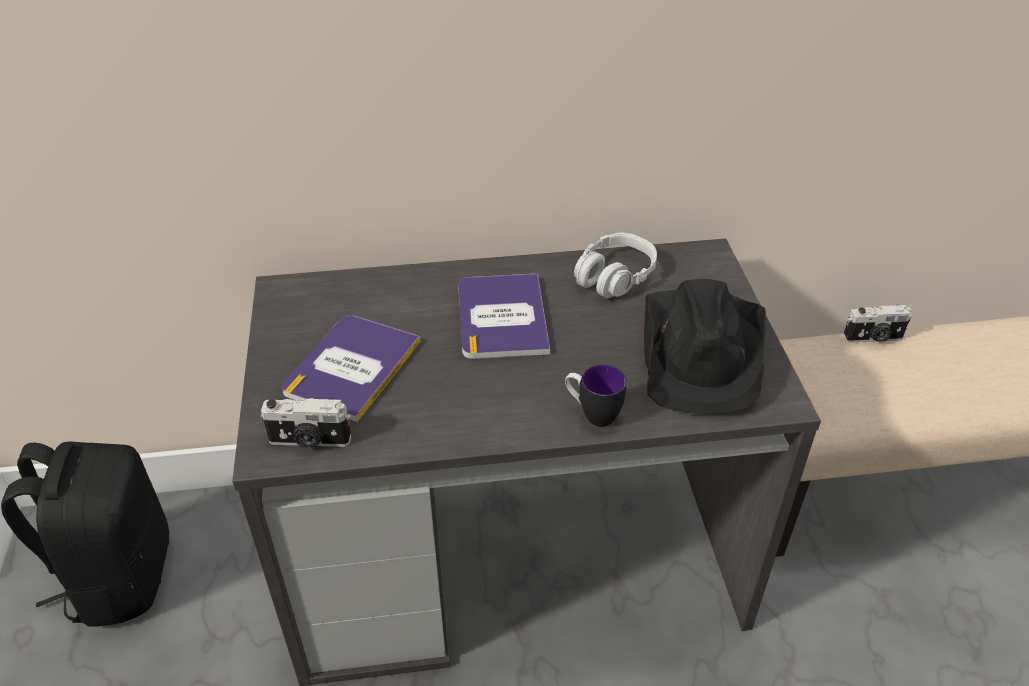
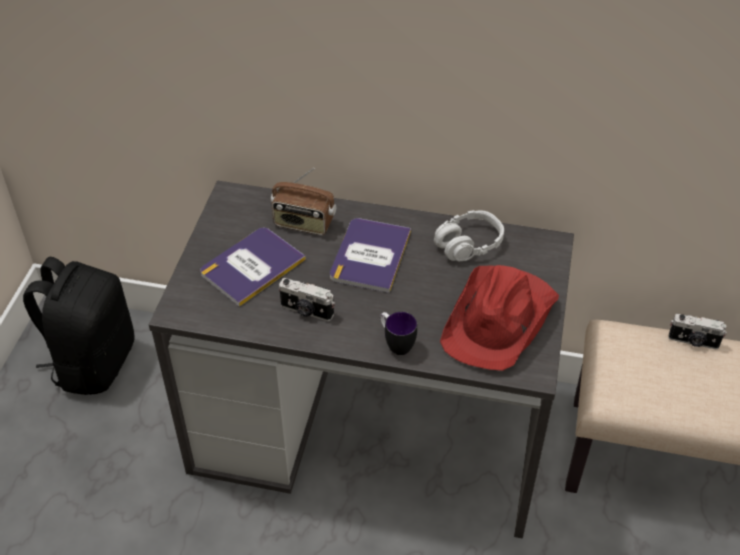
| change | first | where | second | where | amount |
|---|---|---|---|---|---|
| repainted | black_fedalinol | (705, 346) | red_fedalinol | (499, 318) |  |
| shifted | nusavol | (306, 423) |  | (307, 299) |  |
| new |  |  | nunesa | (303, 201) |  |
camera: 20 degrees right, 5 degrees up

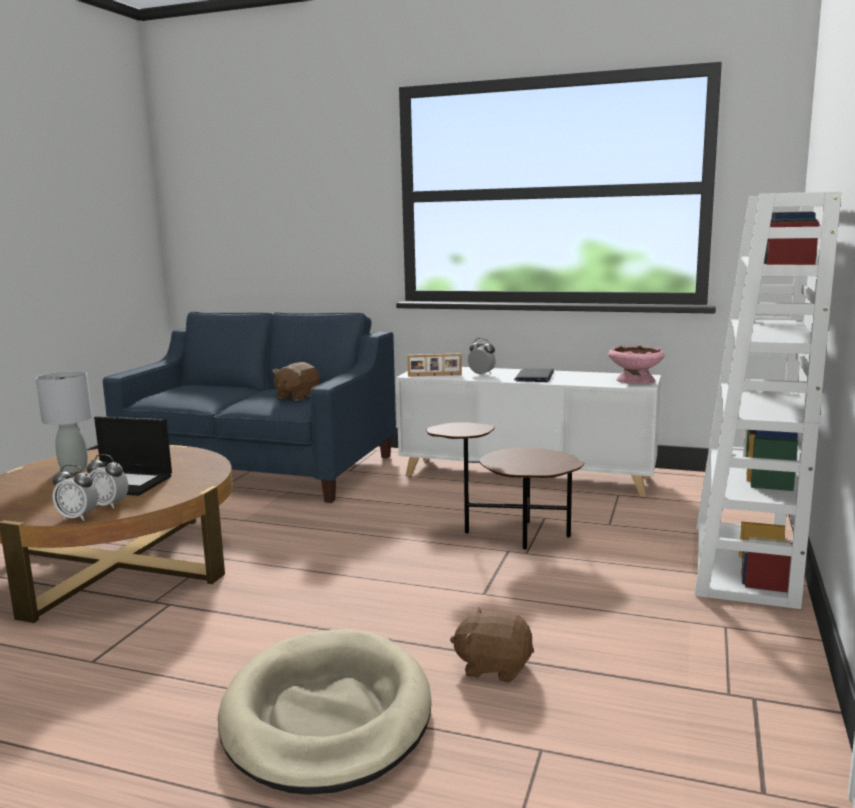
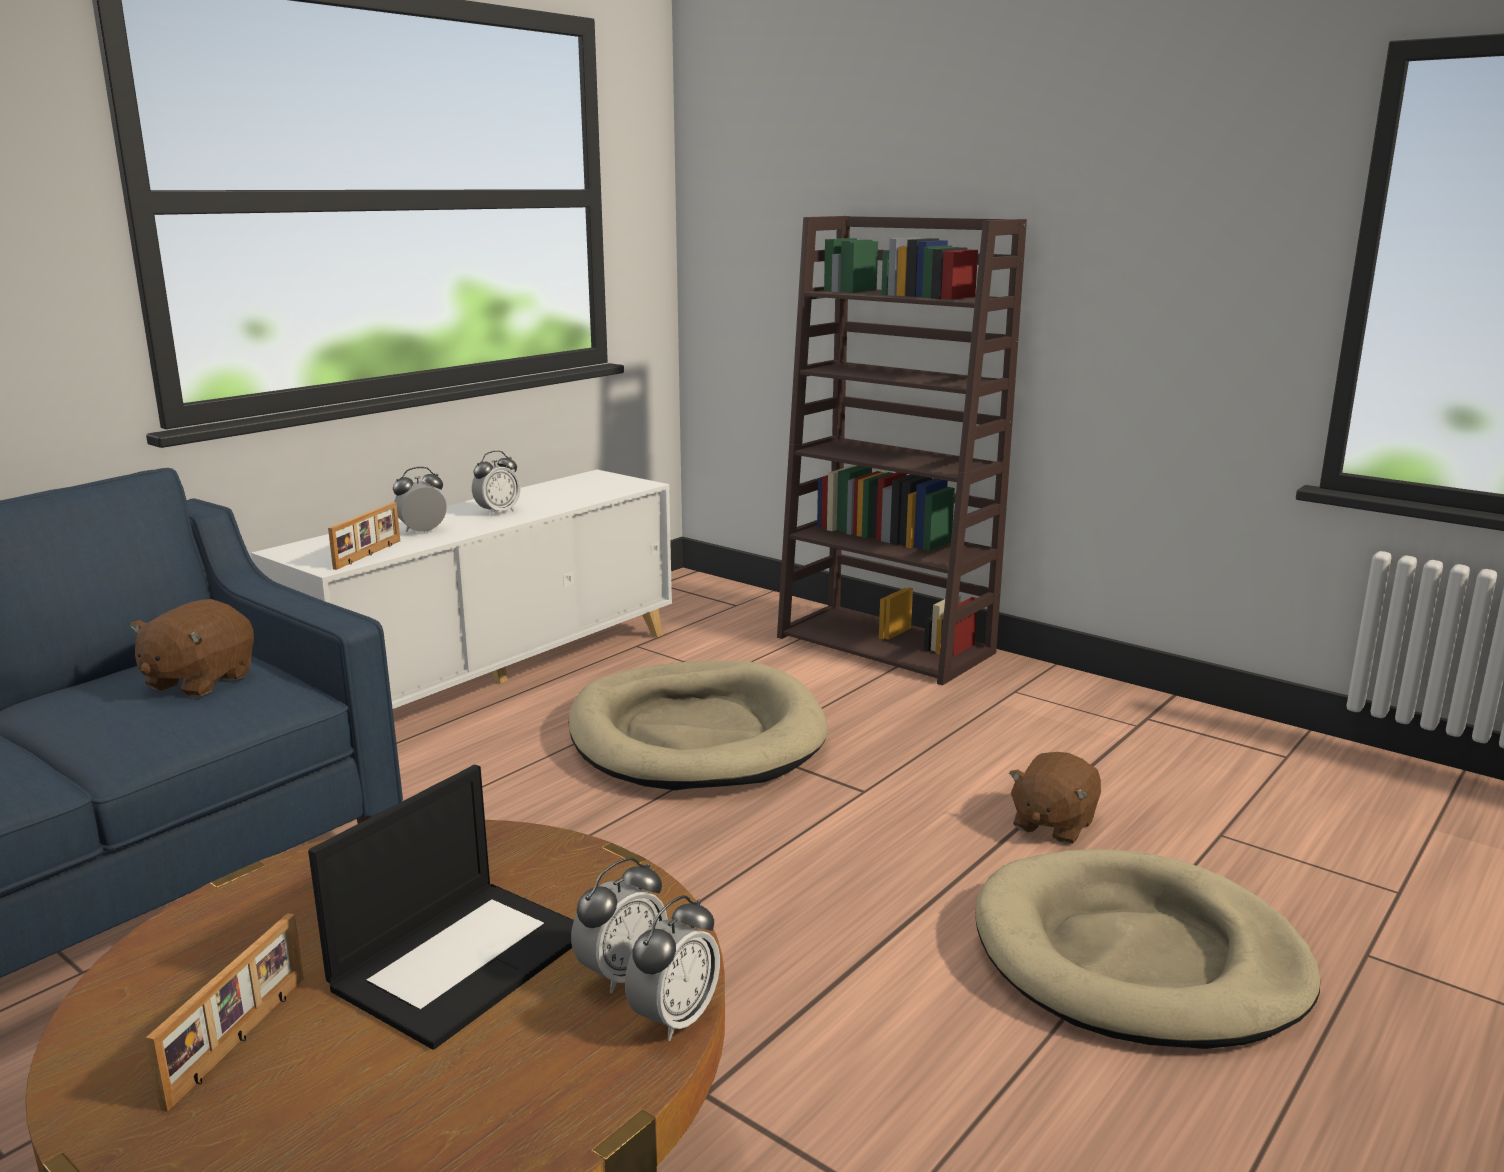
| change | first | where | second | where | amount |
|---|---|---|---|---|---|
| repainted | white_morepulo | (768, 400) | brown_morepulo | (902, 451) |  |
| gone | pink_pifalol | (636, 364) |  |  |  |
| rotated | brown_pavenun | (296, 381) |  | (192, 648) | 60 degrees clockwise |
| swapped | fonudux | (534, 375) | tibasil | (496, 483) |  |
| swapped | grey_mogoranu | (64, 422) | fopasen | (225, 1012) |  |
| swapped | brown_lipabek | (505, 485) | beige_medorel | (698, 725) |  |
camera: 70 degrees left, 5 degrees up

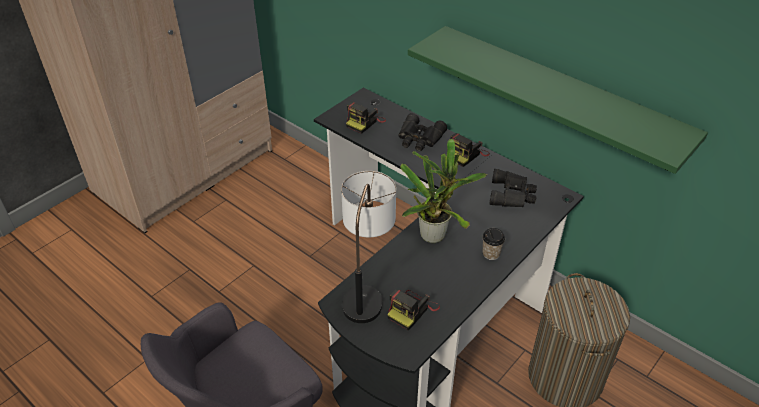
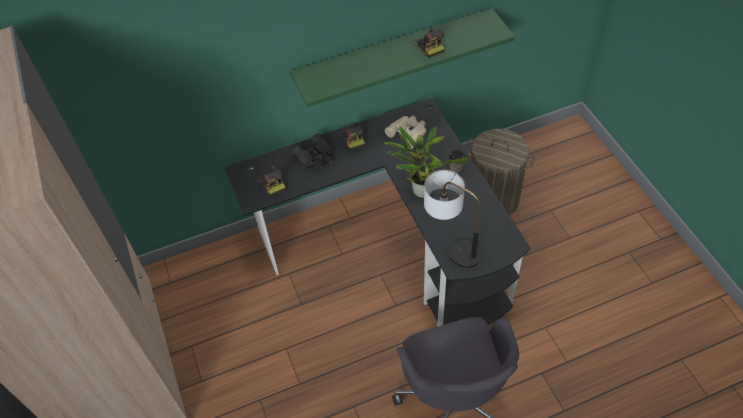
| change | first | where | second | where | amount |
|---|---|---|---|---|---|
| repainted | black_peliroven | (513, 188) | beige_peliroven | (405, 132) |  |
| shifted | nusavol | (413, 309) |  | (428, 43) |  |
camera: 60 degrees left, 10 degrees up

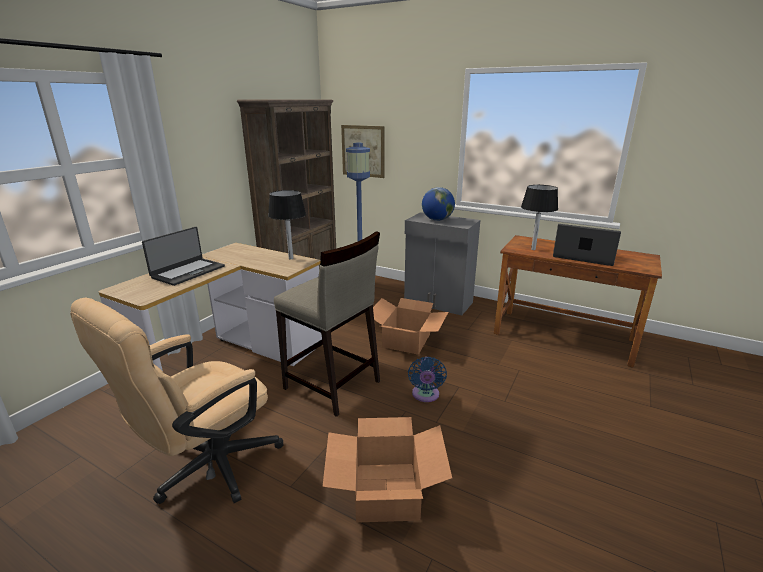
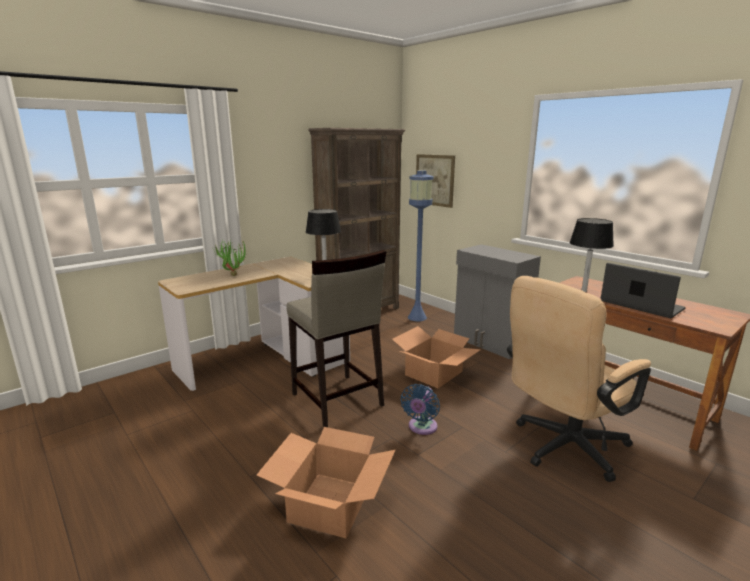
| change | first | where | second | where | amount |
|---|---|---|---|---|---|
| gone | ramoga | (438, 204) |  |  |  |
| swapped | fonudux | (183, 256) | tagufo | (230, 258) |  |
| shifted | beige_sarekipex | (176, 401) |  | (579, 379) |  |
camera: 20 degrees right, 5 degrees down

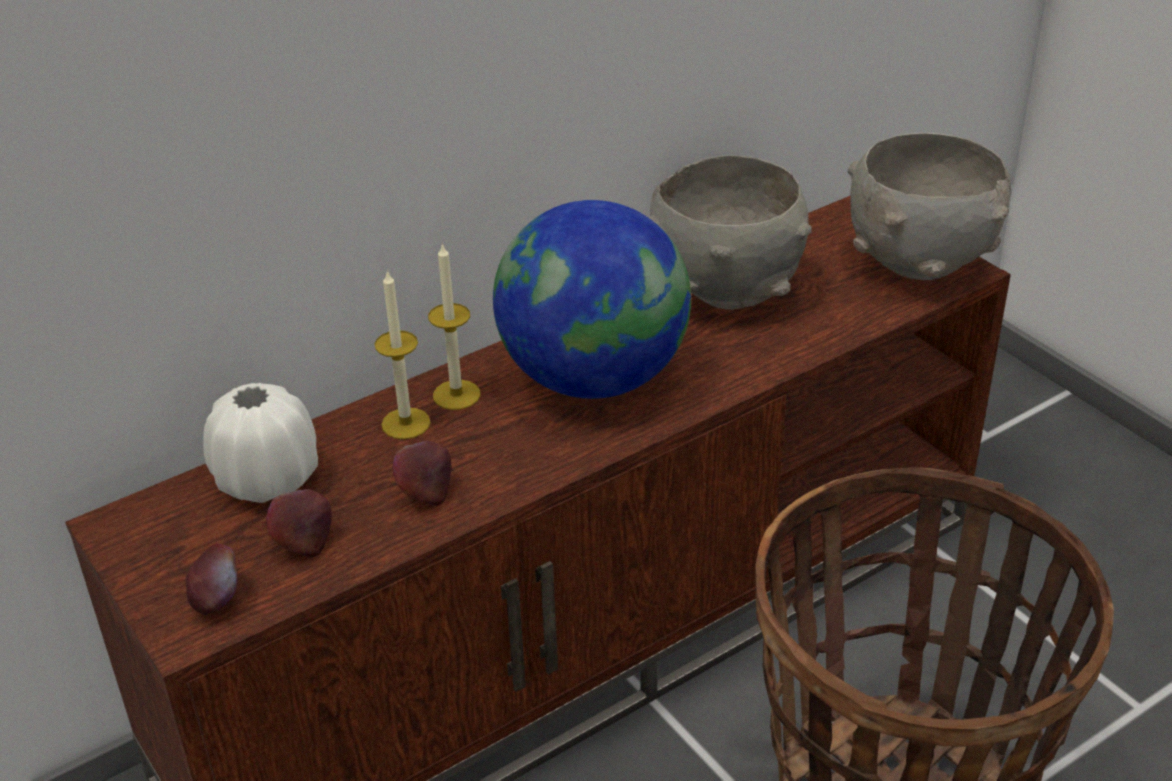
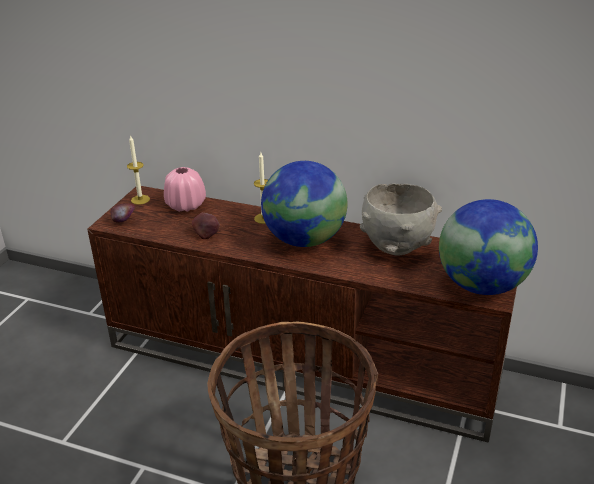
| change | first | where | second | where | amount |
|---|---|---|---|---|---|
| swapped | grey_pifalol | (929, 206) | ramoga | (488, 247) |  |
| shifted | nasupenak | (403, 354) |  | (138, 170) |  |
| repainted | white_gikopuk | (260, 443) | pink_gikopuk | (185, 189) |  |
| gone | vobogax | (299, 523) |  |  |  |
camera: 55 degrees right, 5 degrees down

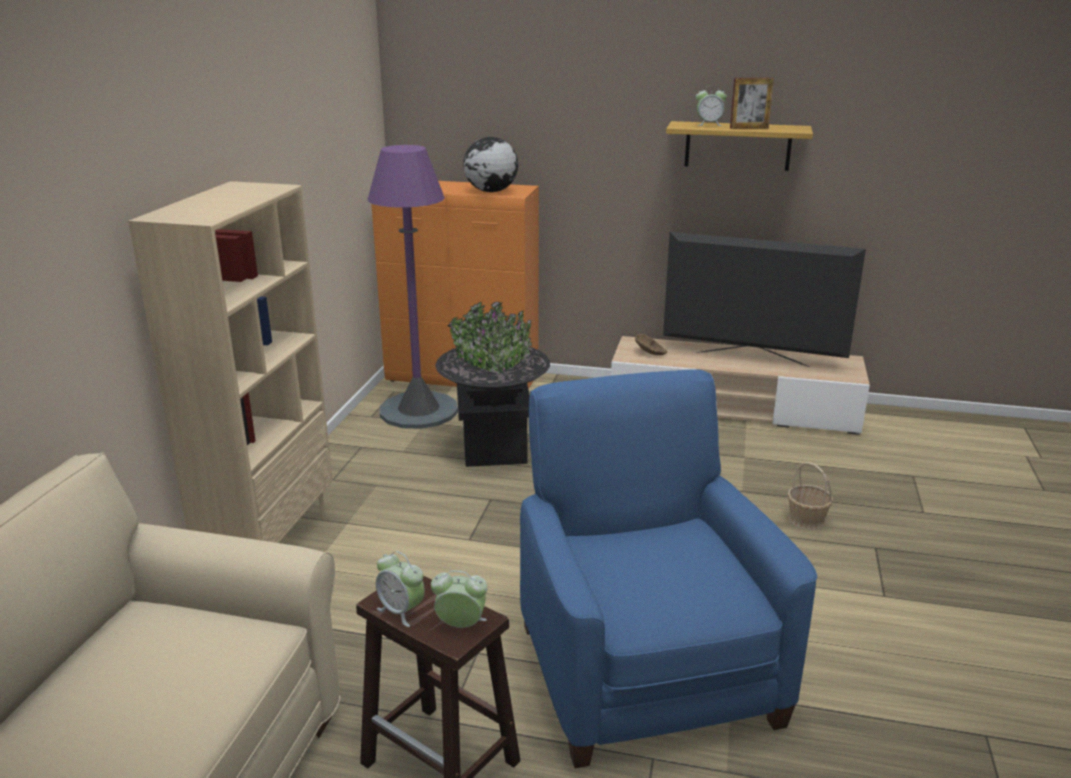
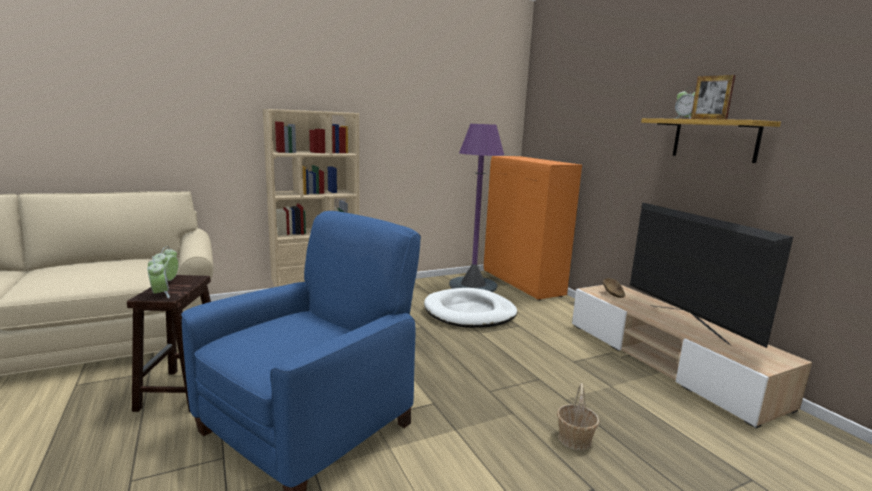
| change | first | where | second | where | amount |
|---|---|---|---|---|---|
| gone | ramoga | (490, 164) |  |  |  |
| swapped | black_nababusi | (492, 384) | white_medorel | (470, 308) |  |
camera: 50 degrees right, 10 degrees down

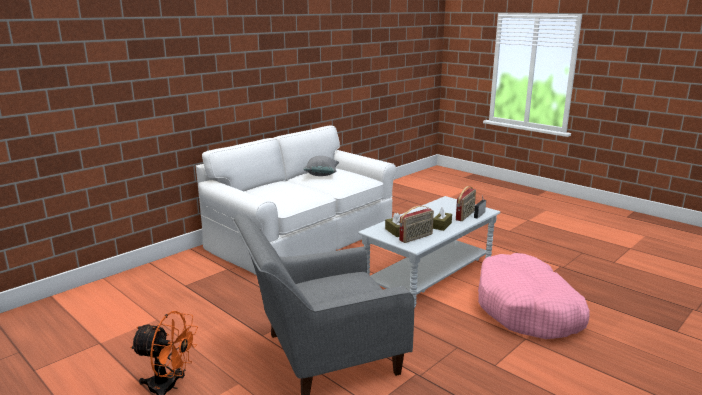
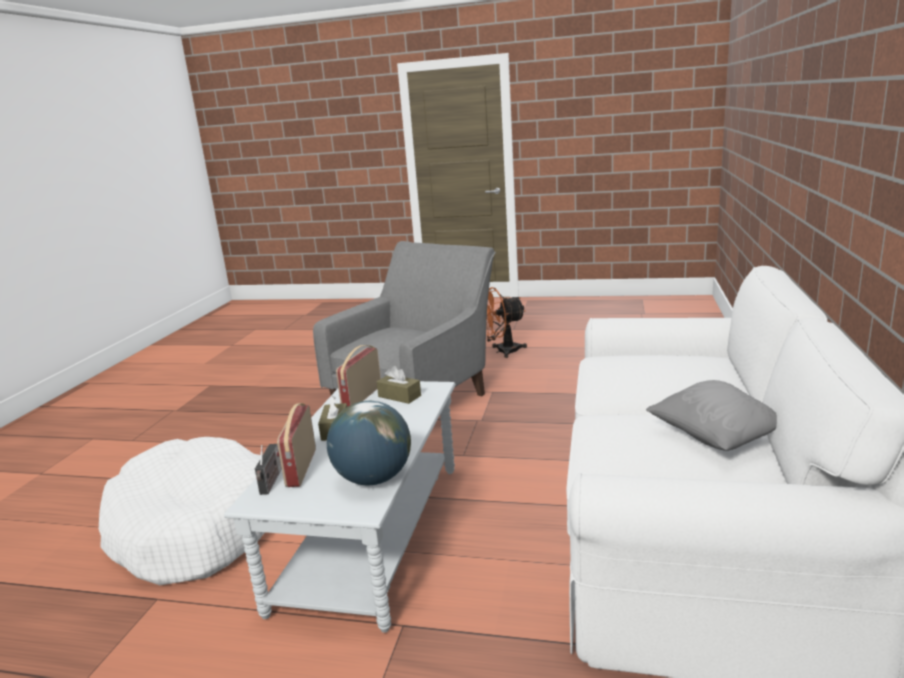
| change | first | where | second | where | amount |
|---|---|---|---|---|---|
| repainted | pink_medorel | (534, 296) | white_medorel | (182, 511) |  |
| new |  |  | ramoga | (369, 443) |  |
camera: 150 degrees right, 0 degrees up

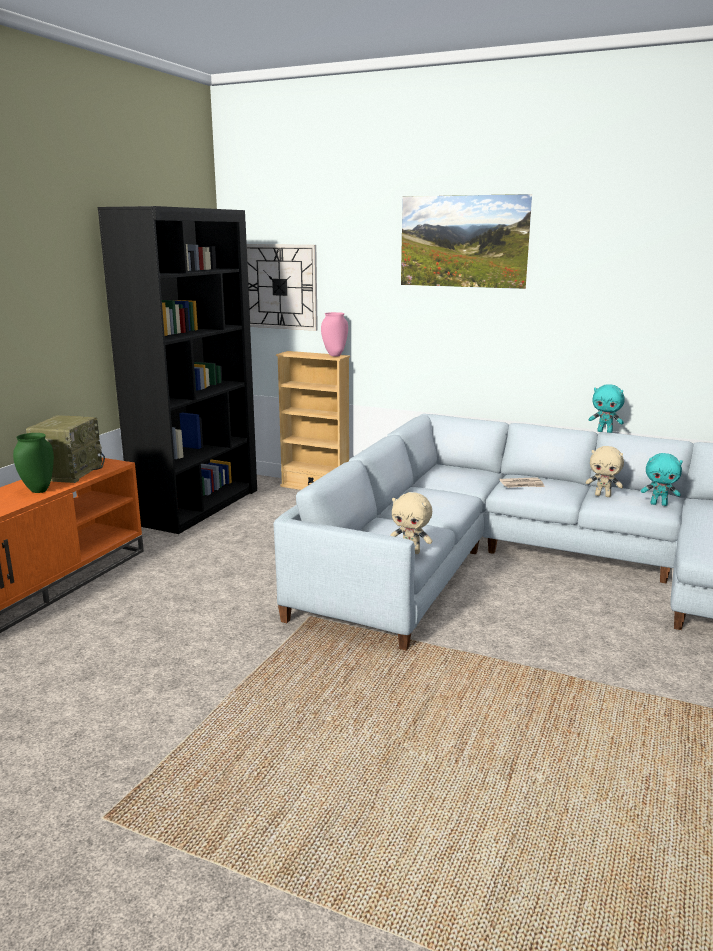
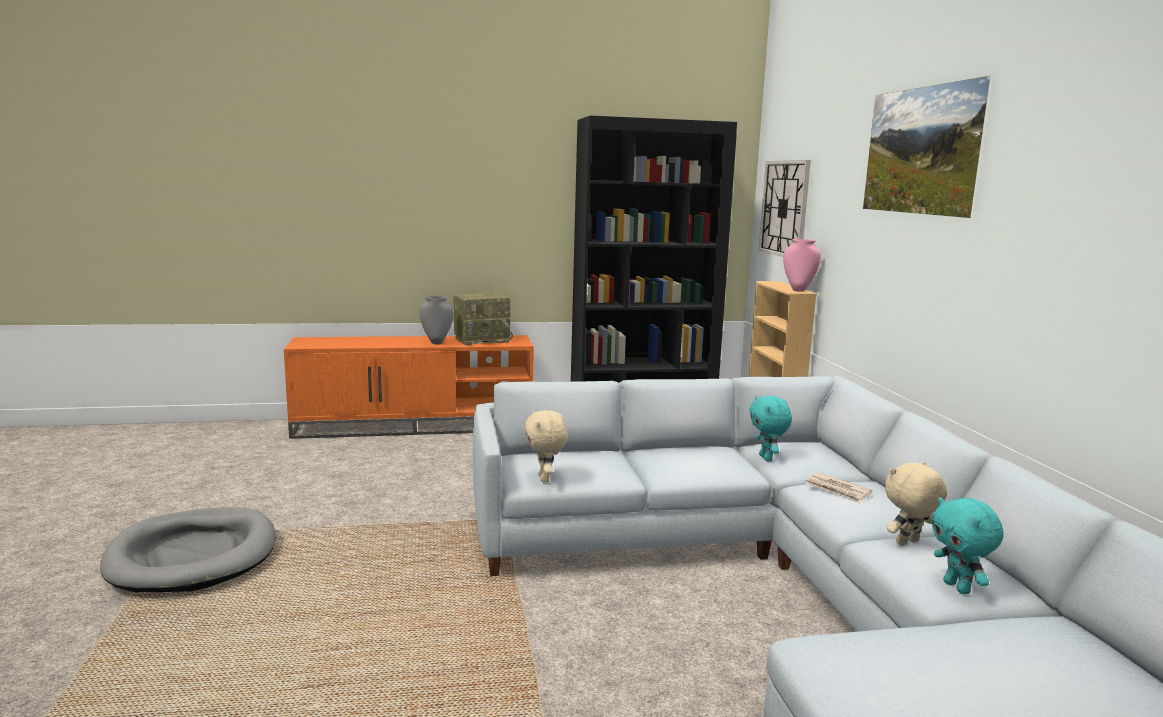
| change | first | where | second | where | amount |
|---|---|---|---|---|---|
| shifted | turquoise_pavenun | (607, 408) |  | (770, 428) |  |
| repainted | green_gikopuk | (33, 463) | grey_gikopuk | (436, 320) |  |
| rotated | beige_pavenun | (605, 471) |  | (916, 504) | 75 degrees clockwise |
| new |  |  | grey_medorel | (188, 550) |  |
camera: 55 degrees right, 5 degrees down

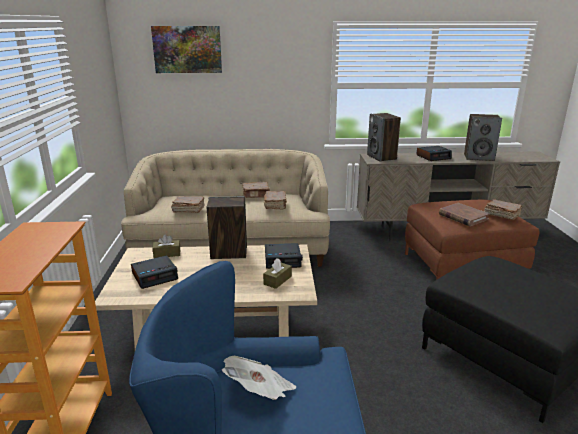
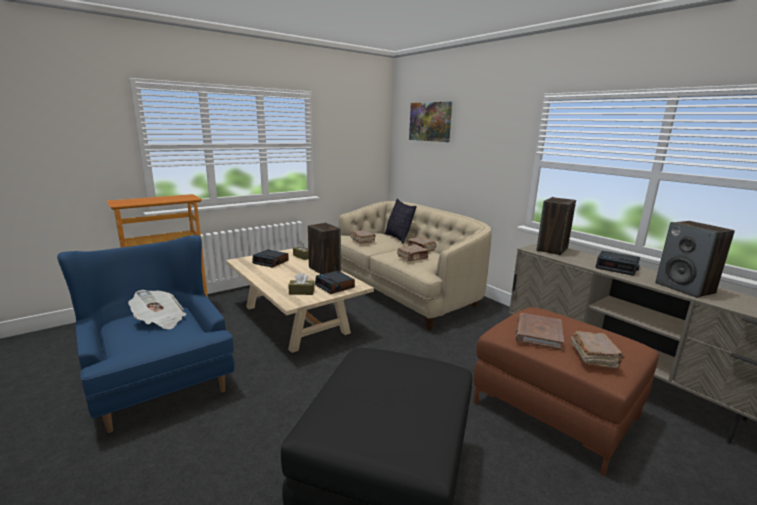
| change | first | where | second | where | amount |
|---|---|---|---|---|---|
| new |  |  | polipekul | (401, 221) |  |
camera: 55 degrees right, 5 degrees down

